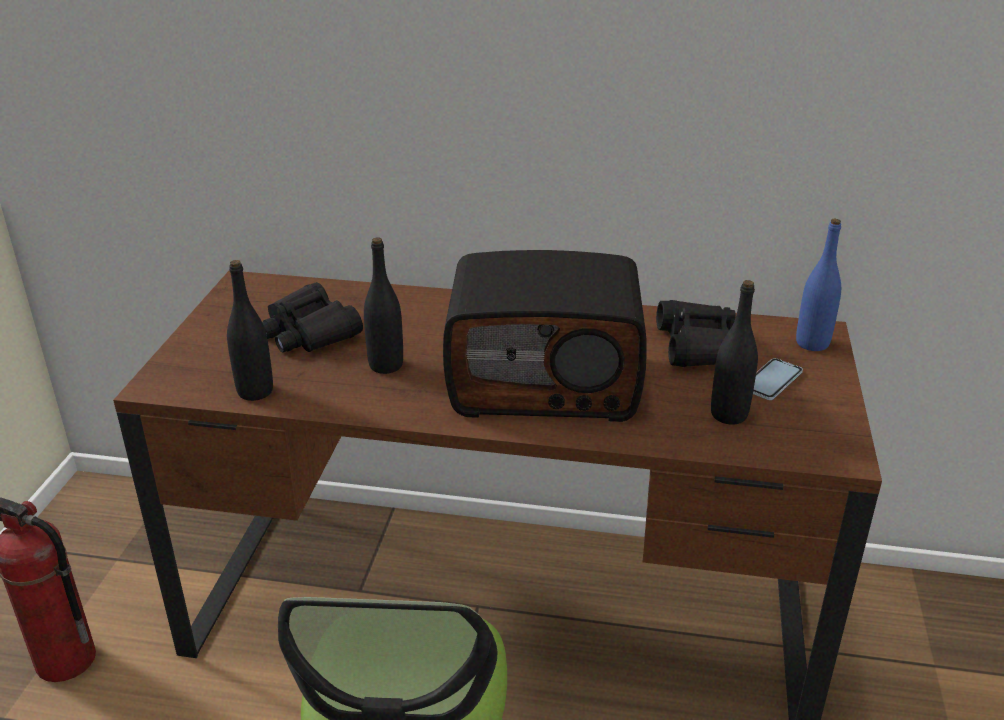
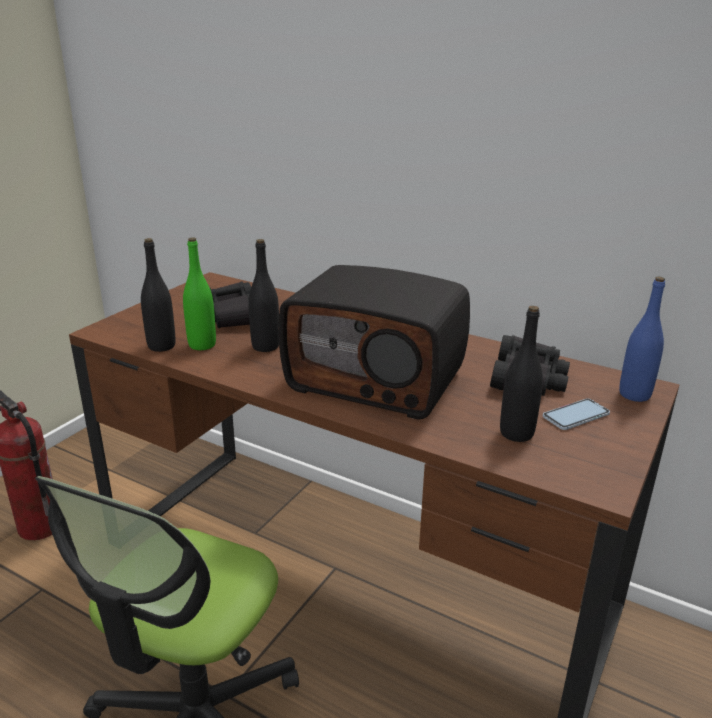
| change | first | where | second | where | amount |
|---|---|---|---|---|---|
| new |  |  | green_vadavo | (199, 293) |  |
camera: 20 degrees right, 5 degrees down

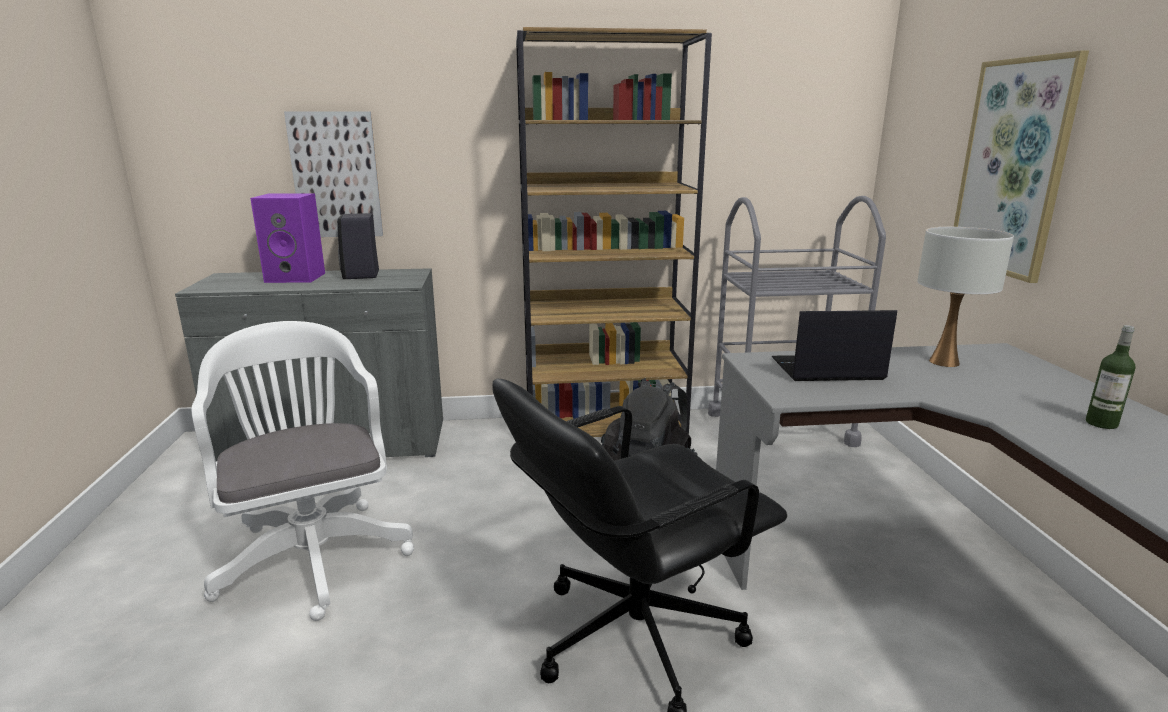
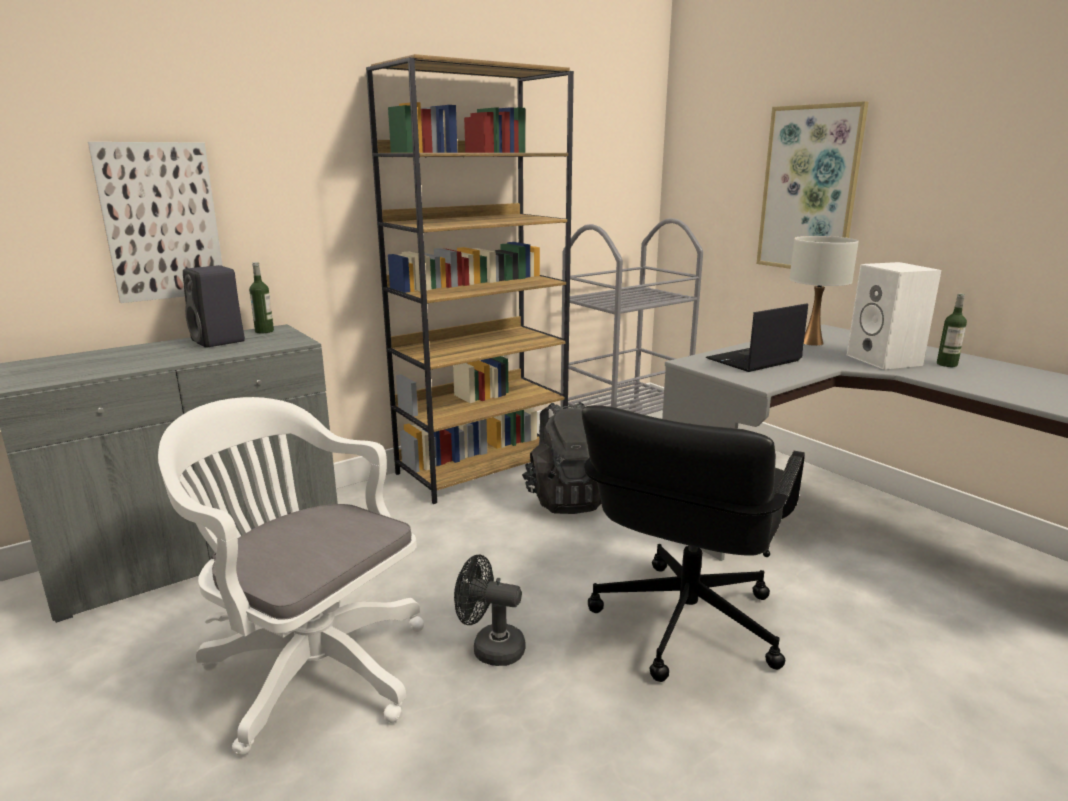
| change | first | where | second | where | amount |
|---|---|---|---|---|---|
| gone | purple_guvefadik | (287, 238) |  |  |  |
| new |  |  | vadavo | (261, 297) |  |
| new |  |  | white_guvefadik | (894, 316) |  |
| new |  |  | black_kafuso | (490, 610) |  |
camera: 30 degrees left, 0 degrees up

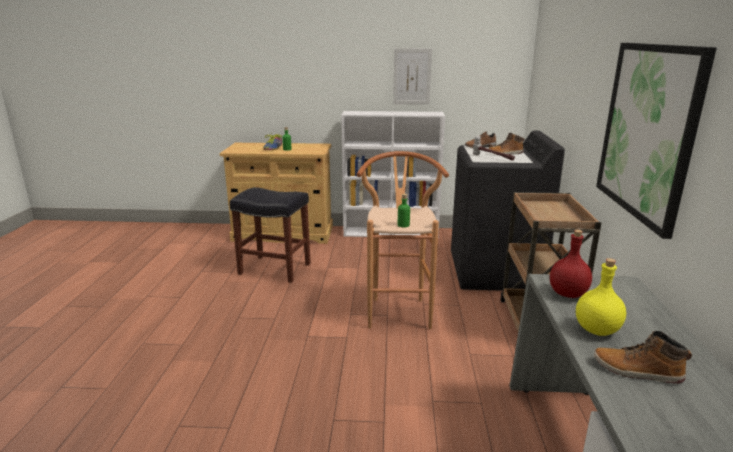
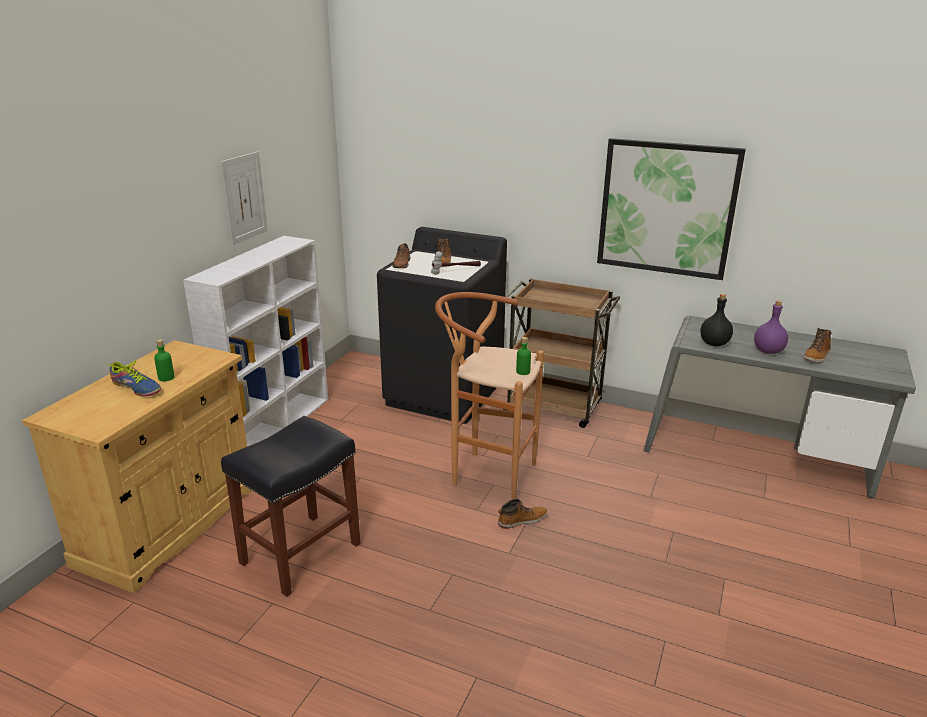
| change | first | where | second | where | amount |
|---|---|---|---|---|---|
| repainted | red_vadavo | (571, 263) | black_vadavo | (716, 320) |  |
| repainted | yellow_vadavo | (601, 297) | purple_vadavo | (771, 327) |  |
| new |  |  | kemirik | (522, 514) |  |
camera: 70 degrees left, 5 degrees up

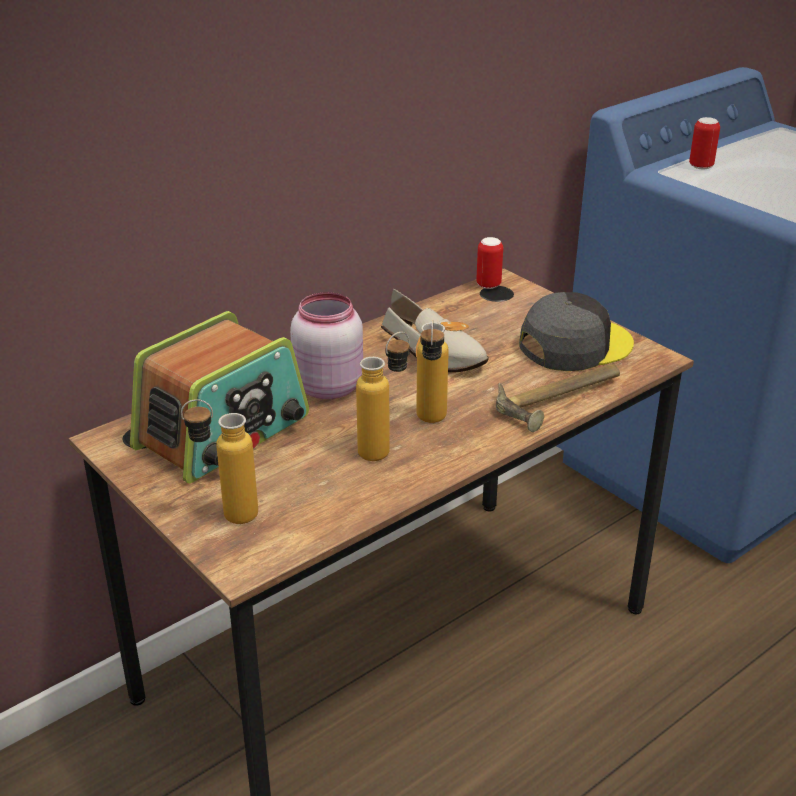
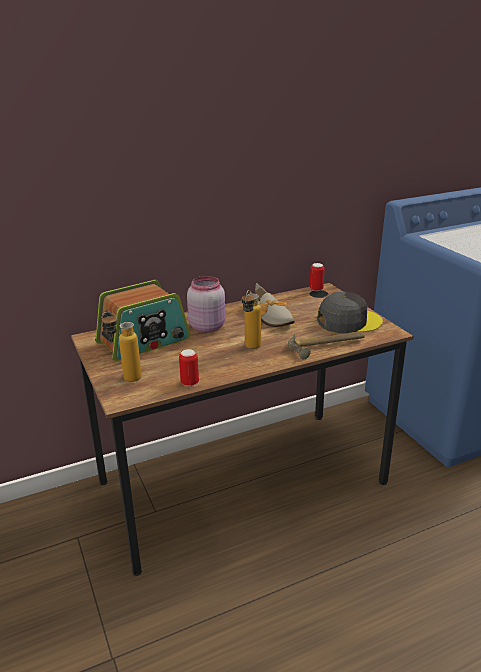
| change | first | where | second | where | amount |
|---|---|---|---|---|---|
| shifted | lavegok | (704, 143) |  | (189, 368) |  |
| gone | vadavo | (383, 396) |  |  |  |
camera: 15 degrees right, 5 degrees down

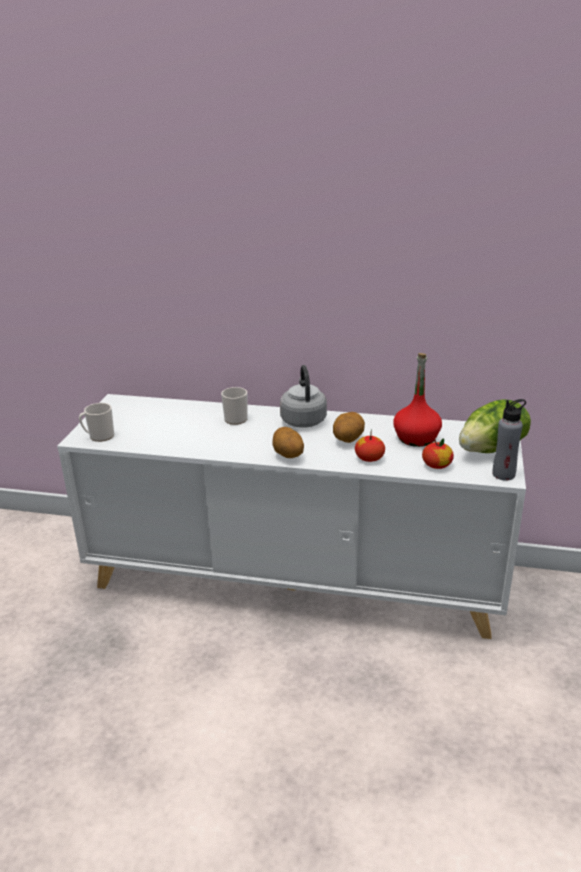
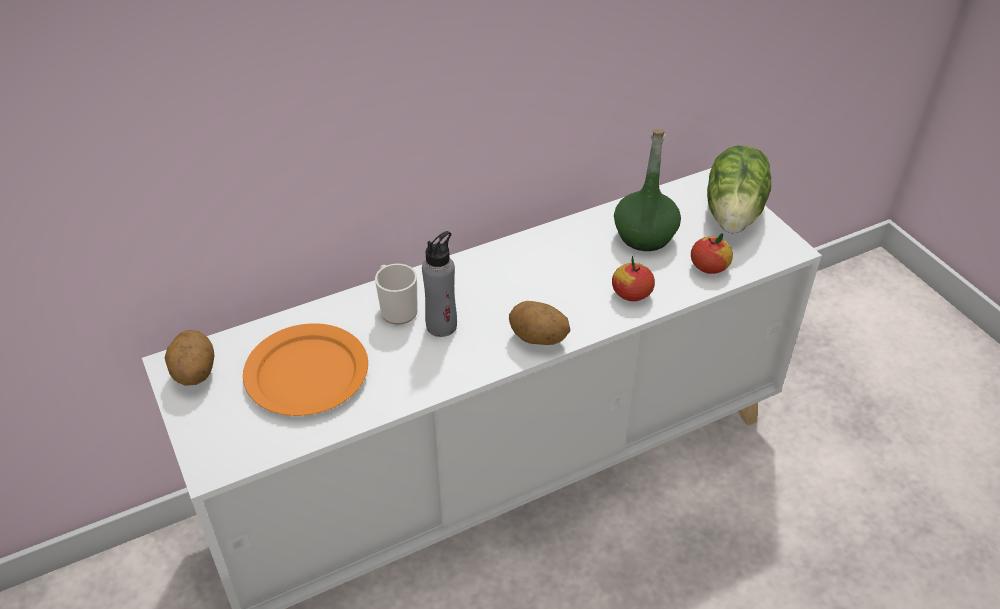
| change | first | where | second | where | amount |
|---|---|---|---|---|---|
| repainted | red_vadavo | (417, 400) | green_vadavo | (647, 190) |  |
| gone | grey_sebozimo | (303, 396) |  |  |  |
| shifted | grey_vadavo | (509, 440) |  | (439, 284) |  |
| gone | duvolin | (96, 422) |  |  |  |
| shifted | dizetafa | (349, 427) |  | (190, 358) |  |
| new |  |  | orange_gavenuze | (305, 369) |  |
camera: 40 degrees left, 15 degrees up

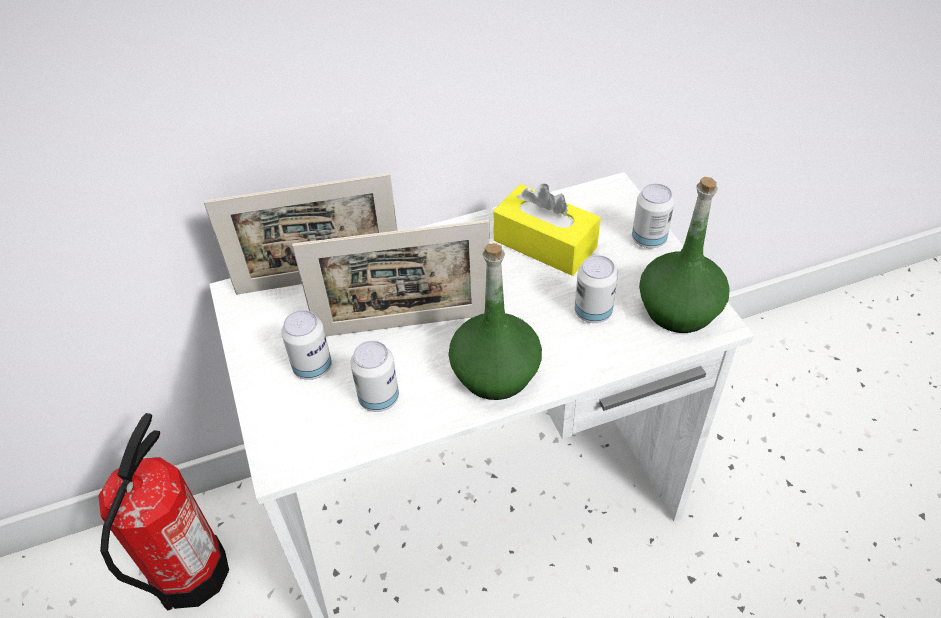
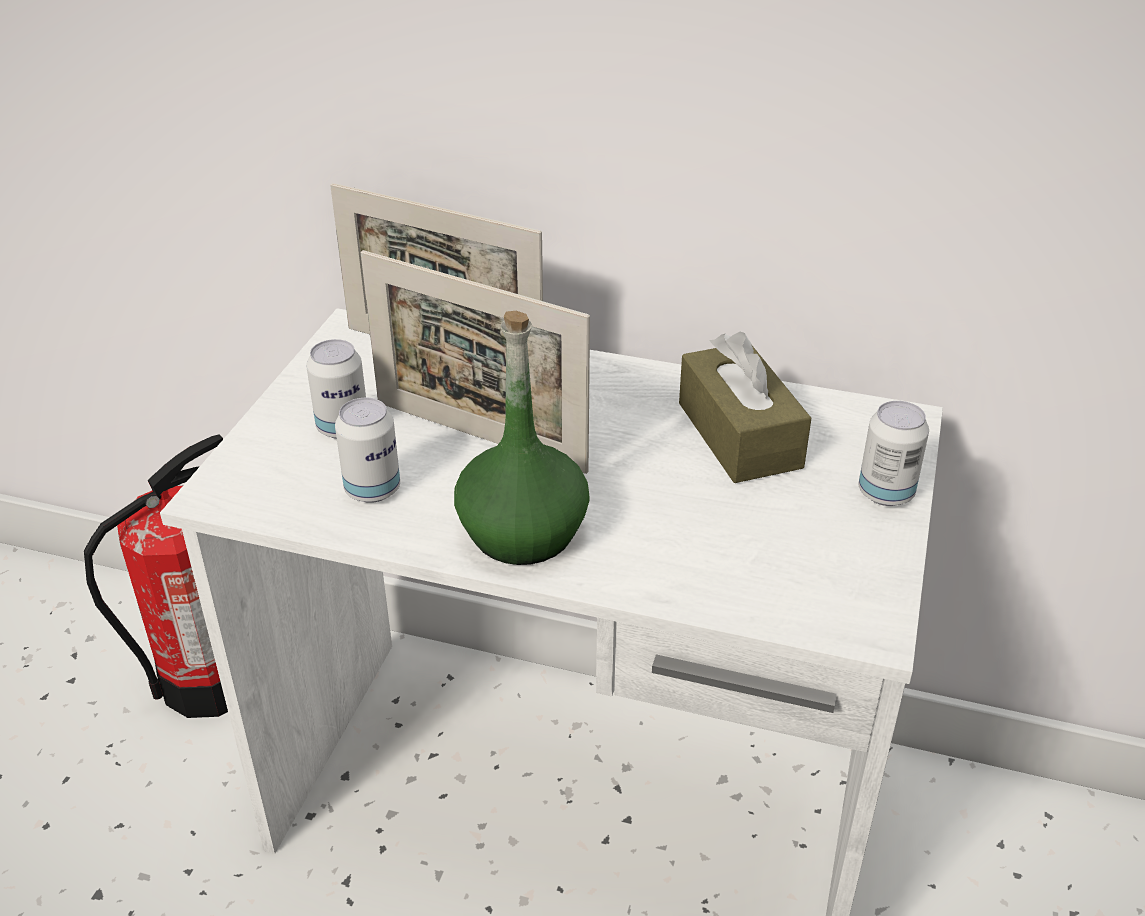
| change | first | where | second | where | amount |
|---|---|---|---|---|---|
| gone | green_vadavo | (684, 255) |  |  |  |
| repainted | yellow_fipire | (547, 230) | brown_fipire | (745, 407) |  |
| gone | lavegok | (596, 289) |  |  |  |
camera: 35 degrees right, 10 degrees down

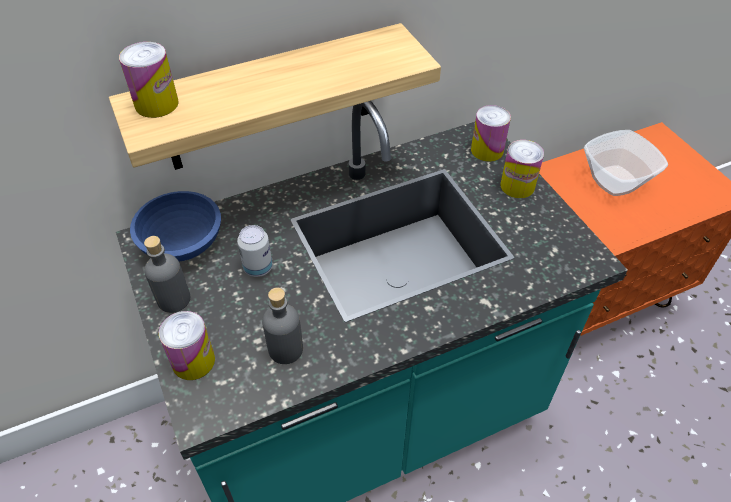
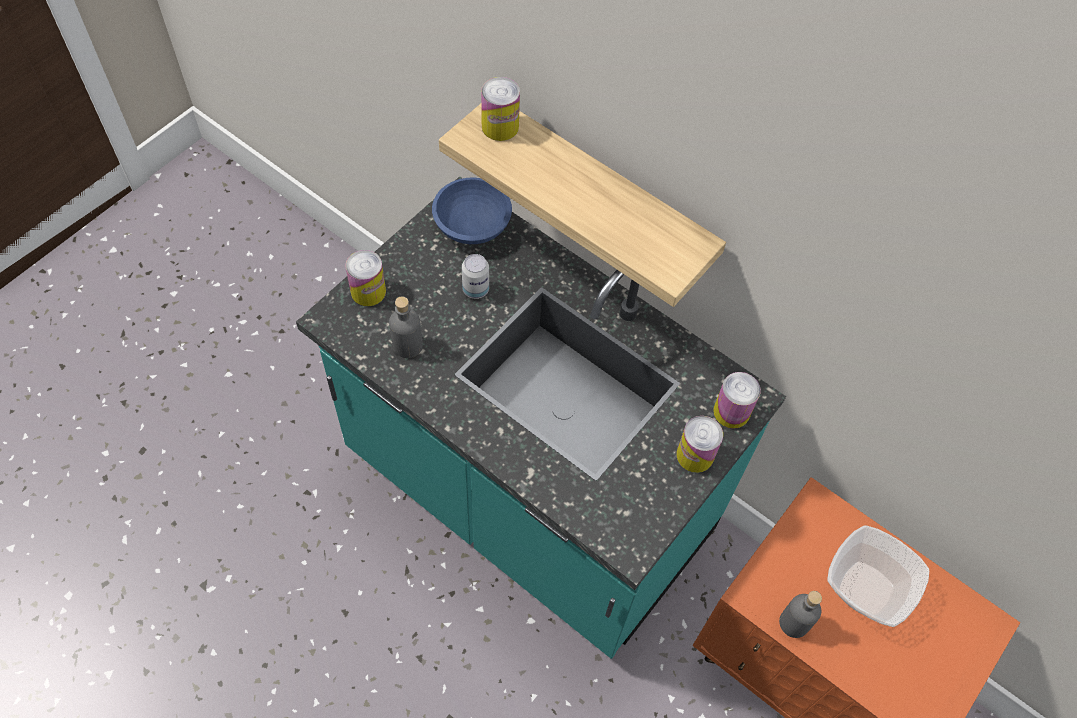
| change | first | where | second | where | amount |
|---|---|---|---|---|---|
| shifted | grey_vadavo | (167, 274) |  | (800, 614) |  |
camera: 60 degrees right, 10 degrees up

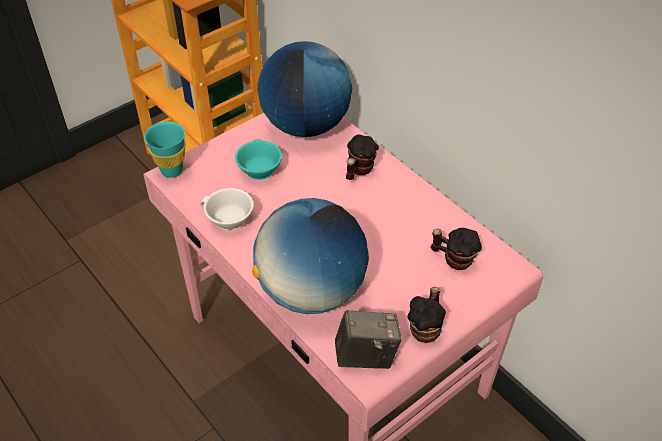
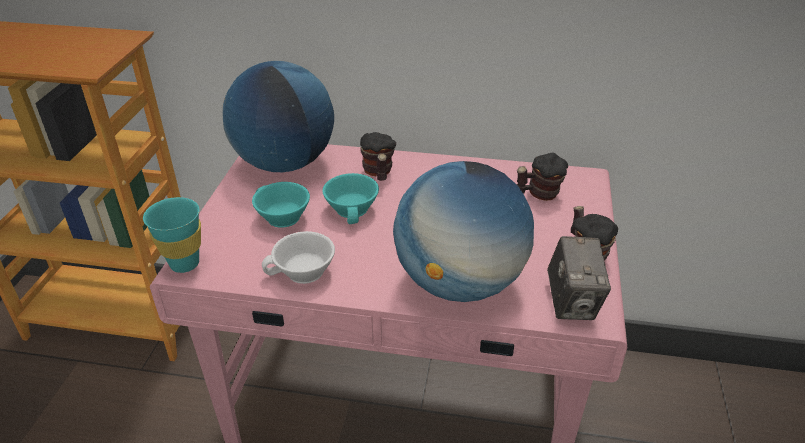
| change | first | where | second | where | amount |
|---|---|---|---|---|---|
| rotated | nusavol | (368, 339) |  | (579, 278) | 135 degrees clockwise |
| new |  |  | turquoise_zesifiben | (350, 198) |  |
camera: 40 degrees left, 10 degrees down

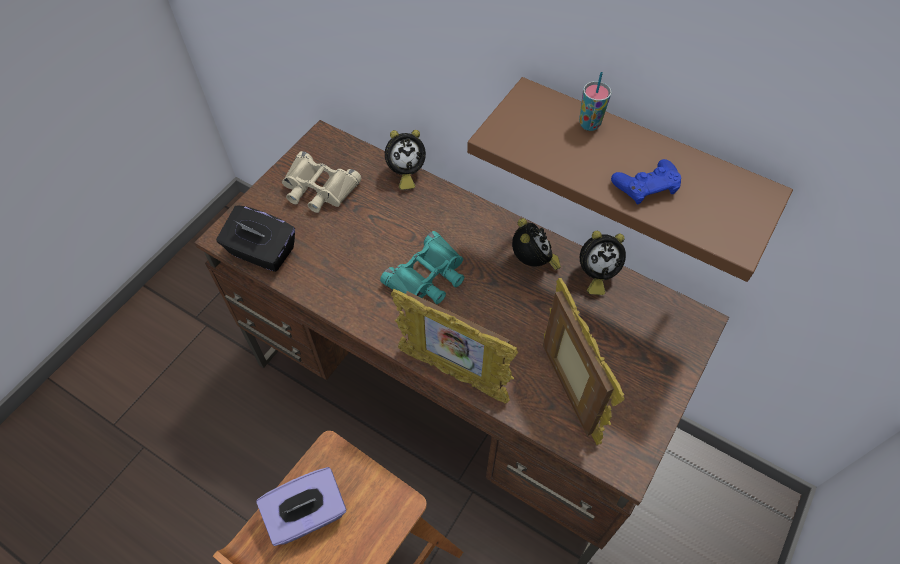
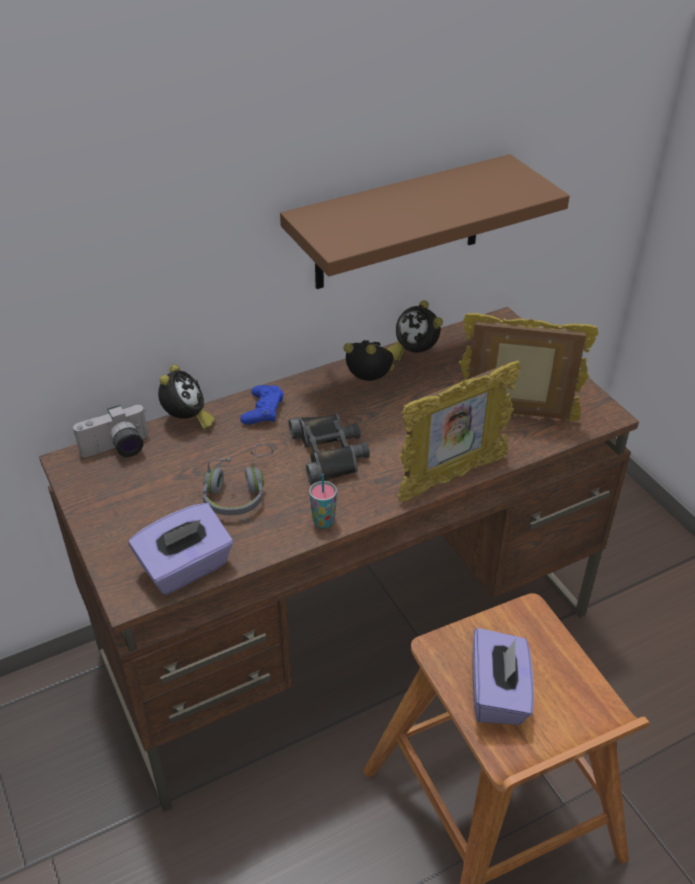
| change | first | where | second | where | amount |
|---|---|---|---|---|---|
| shifted | zesifiben | (595, 101) |  | (323, 501) |  |
| gone | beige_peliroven | (322, 182) |  |  |  |
| shifted | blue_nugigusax | (646, 182) |  | (262, 404) |  |
| repainted | black_fipire | (255, 238) | purple_fipire | (181, 549) |  |
| repainted | turquoise_peliroven | (422, 267) | black_peliroven | (329, 449) |  |
| rotated | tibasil | (603, 263) |  | (415, 331) | 120 degrees clockwise |
| new |  |  | nusavol | (110, 431) |  |
| new |  |  | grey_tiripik | (238, 479) |  |
camera: 60 degrees left, 15 degrees down

